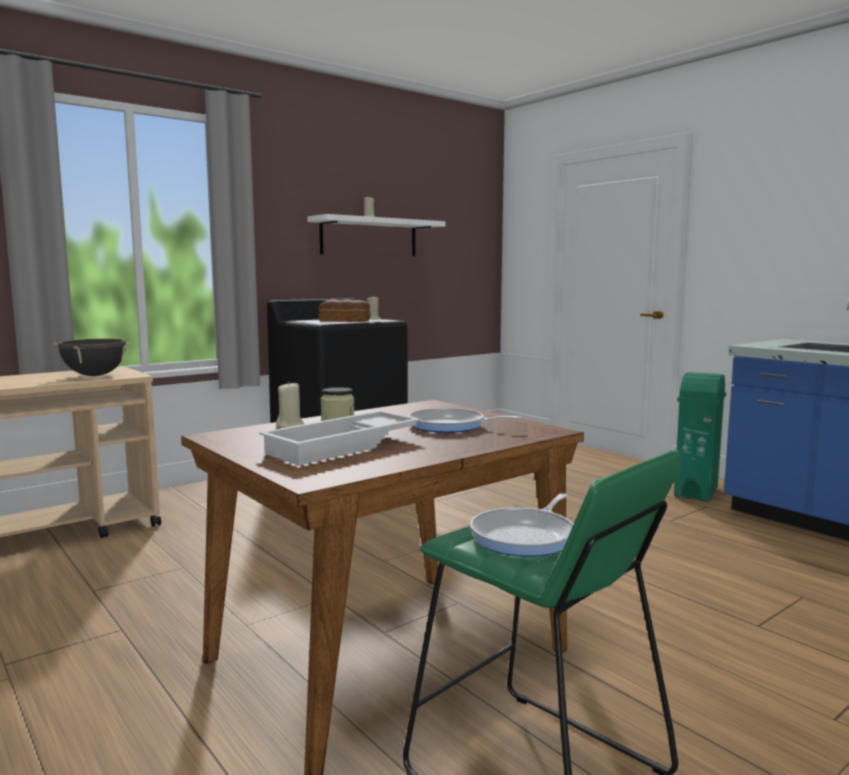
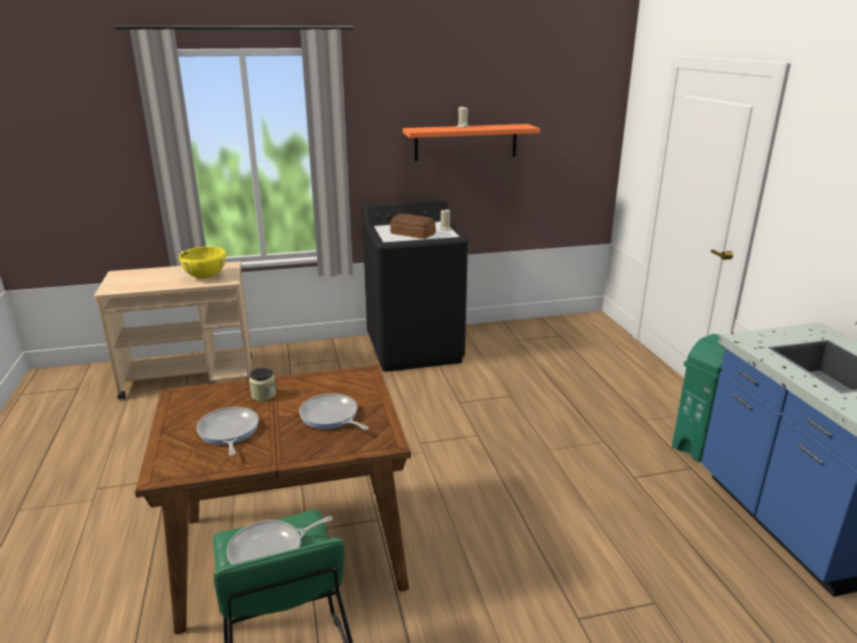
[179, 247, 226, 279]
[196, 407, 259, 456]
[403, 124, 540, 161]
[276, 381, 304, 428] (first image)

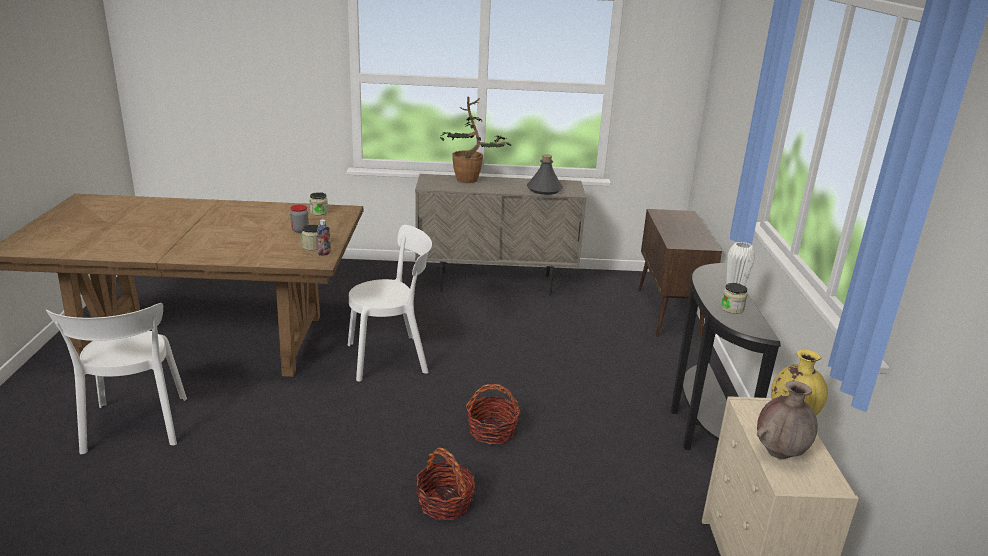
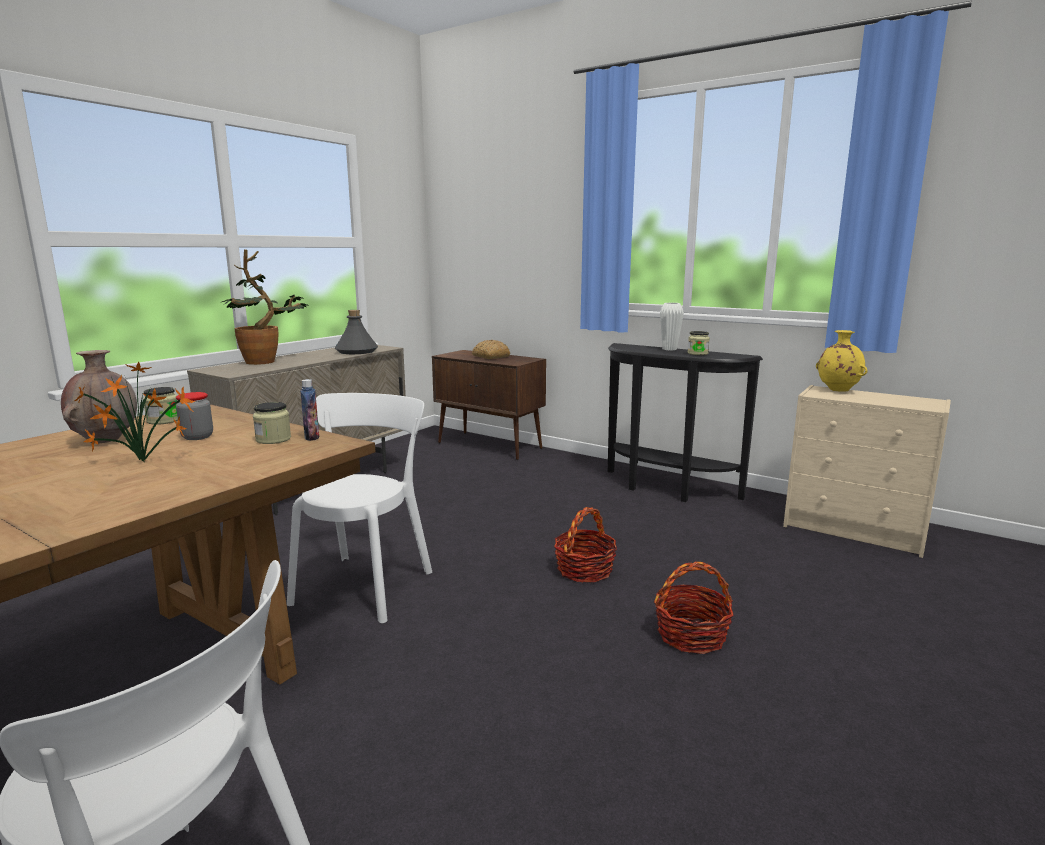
[61, 350, 137, 443]
[74, 362, 195, 462]
[472, 340, 510, 359]

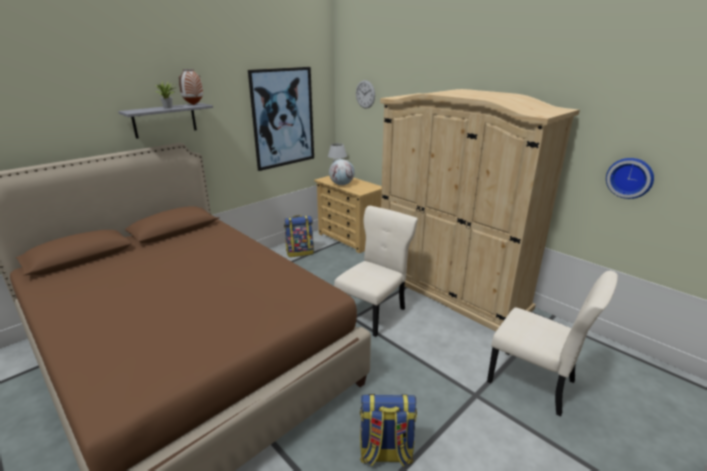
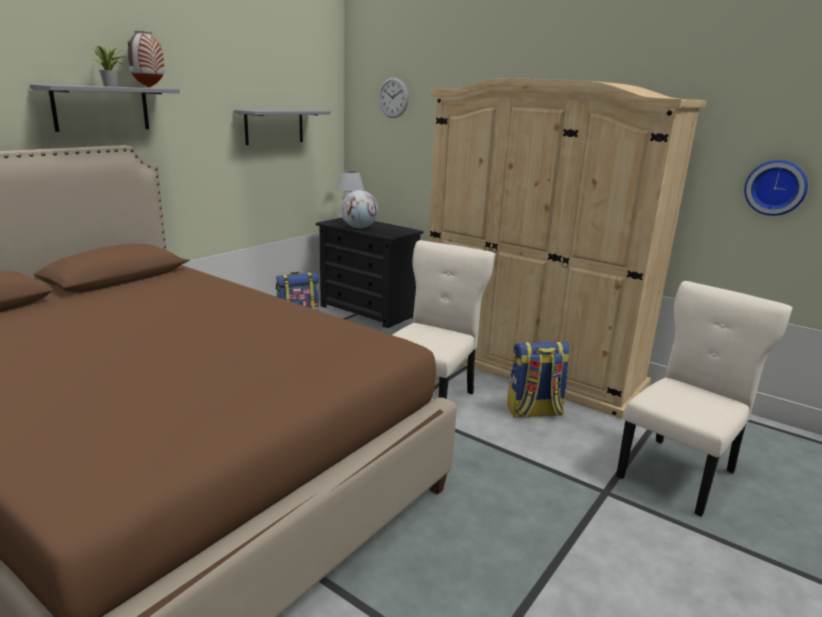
[233, 110, 331, 145]
[316, 217, 424, 328]
[507, 342, 570, 418]
[616, 281, 792, 517]

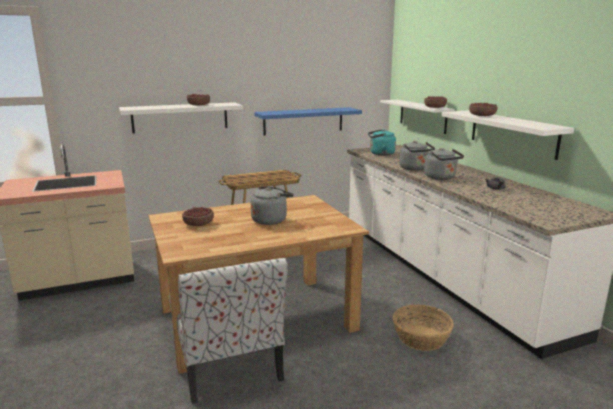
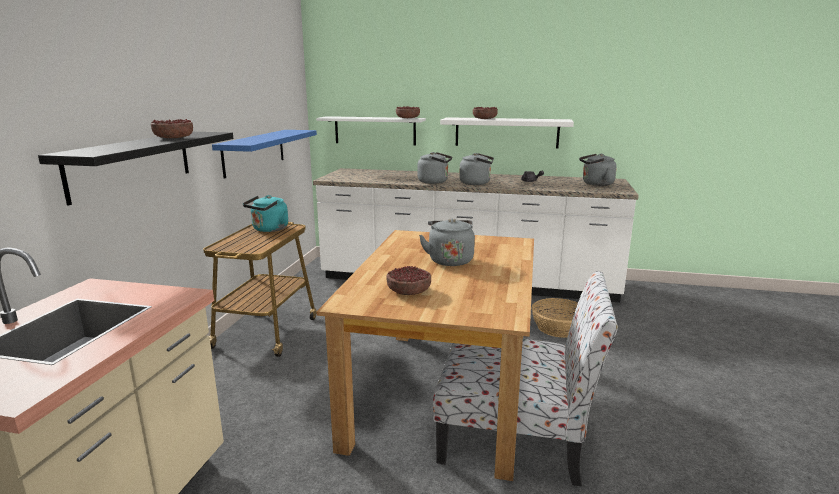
[38, 132, 233, 206]
[243, 195, 288, 232]
[579, 154, 617, 186]

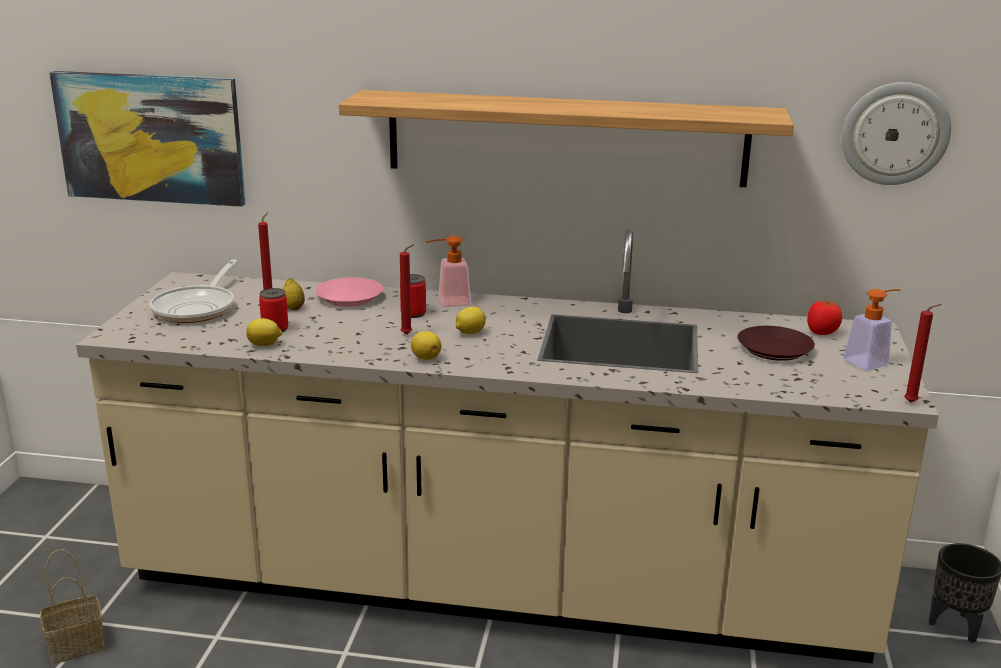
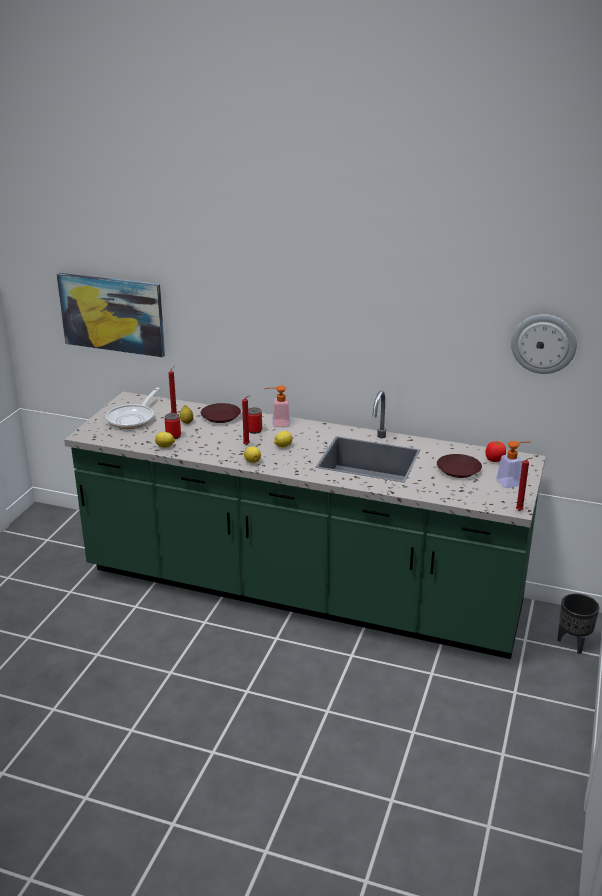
[64, 391, 546, 659]
[201, 403, 241, 423]
[40, 550, 105, 664] (first image)
[339, 90, 794, 187] (first image)

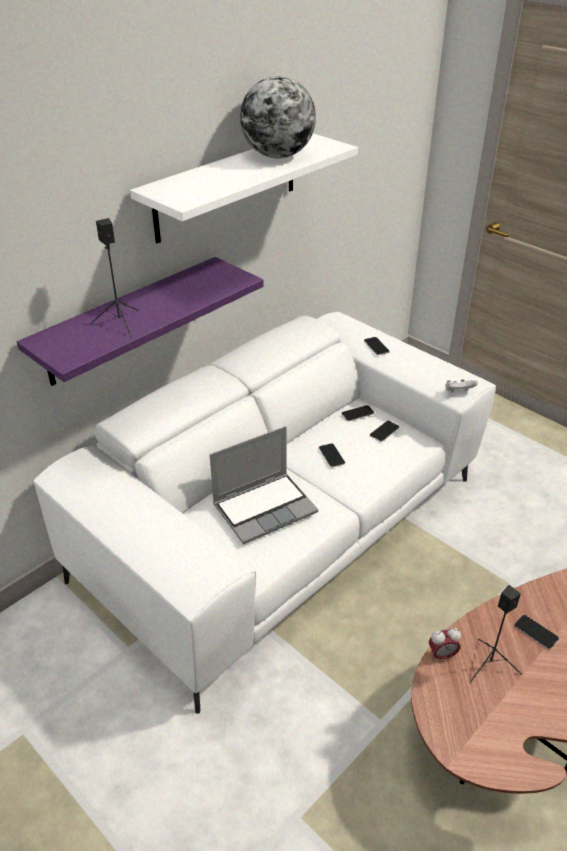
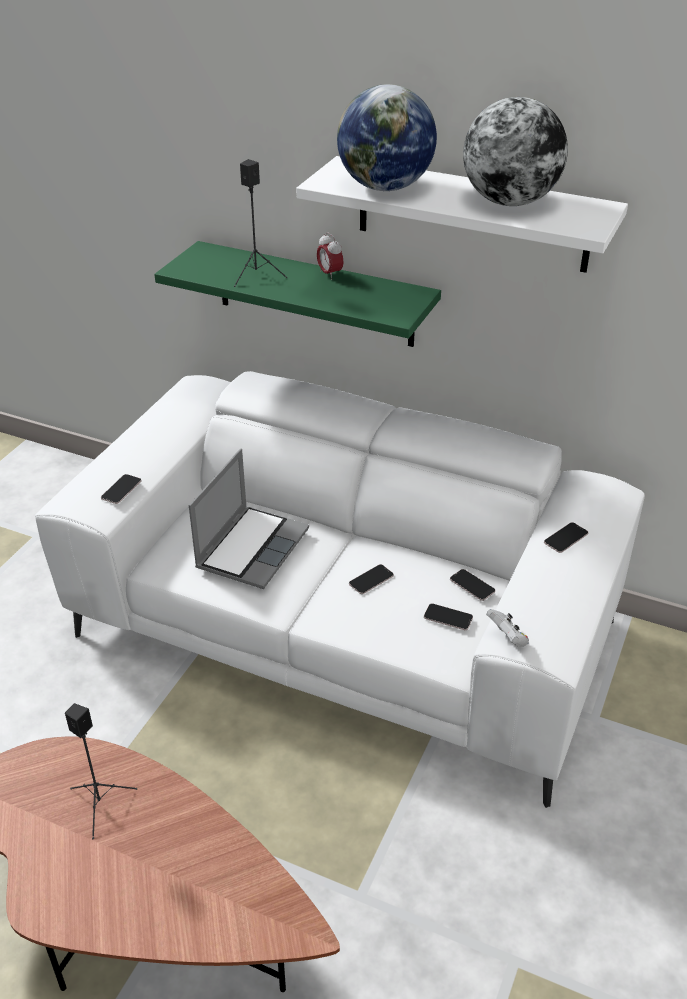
[101, 474, 141, 504]
[154, 241, 441, 347]
[189, 448, 309, 589]
[317, 232, 344, 280]
[337, 84, 437, 191]

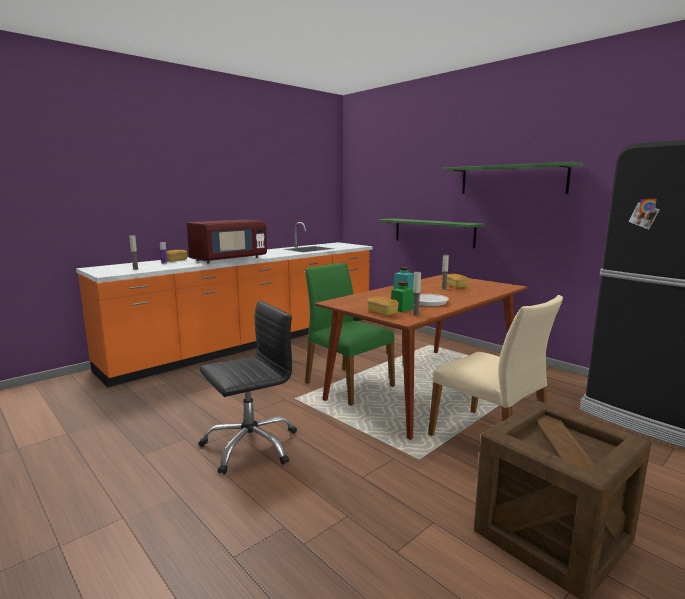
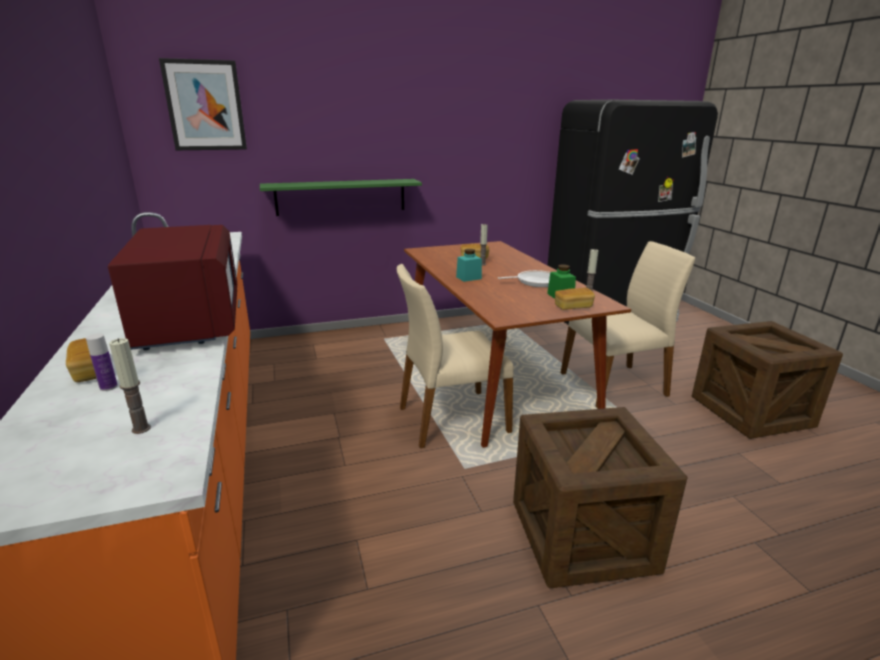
[159, 58, 247, 150]
[397, 264, 514, 448]
[513, 407, 688, 588]
[443, 162, 583, 194] (first image)

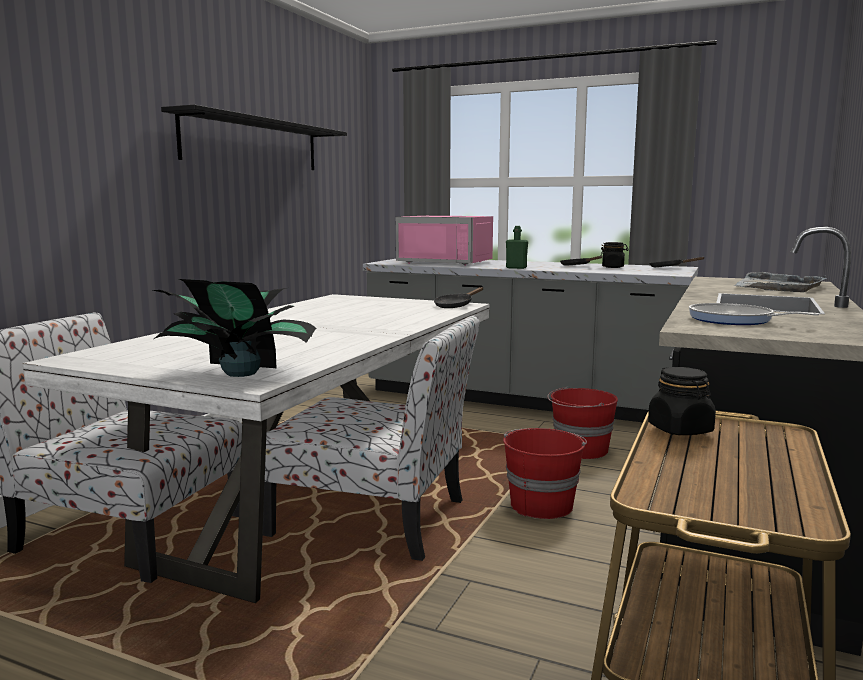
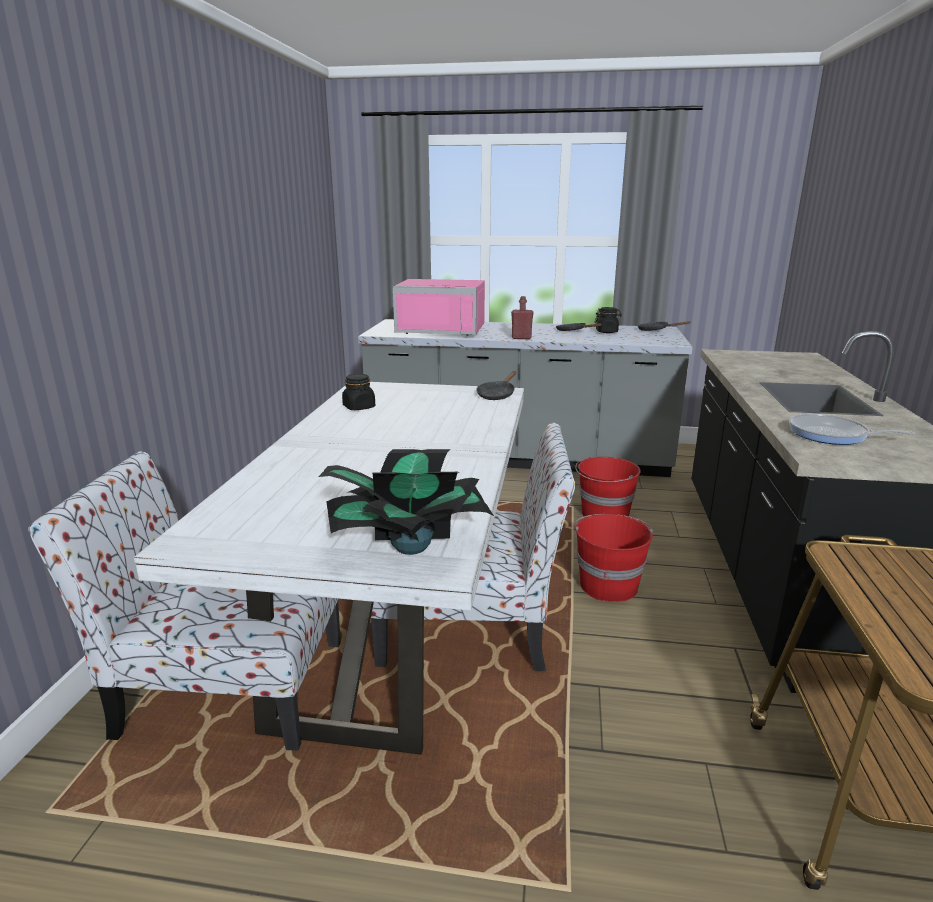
[342, 374, 375, 410]
[511, 296, 534, 339]
[161, 105, 347, 170] (first image)
[735, 272, 827, 292] (first image)

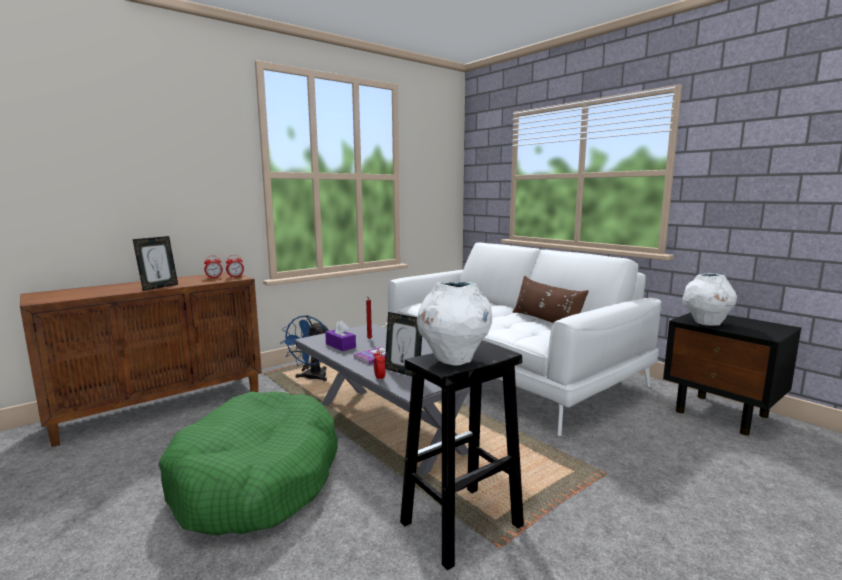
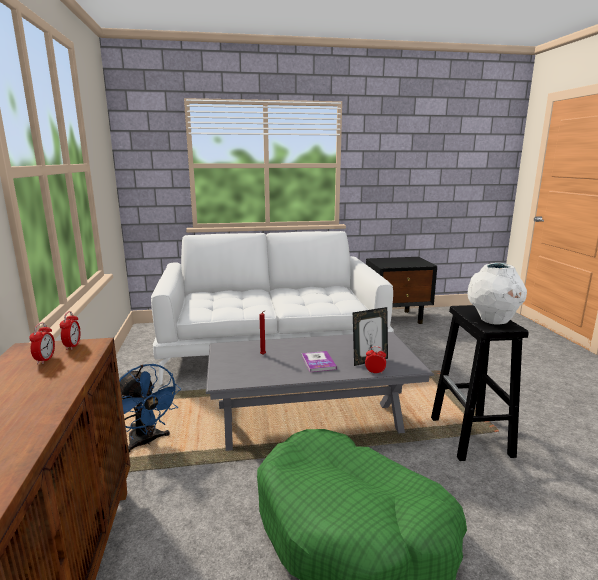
[133, 236, 178, 291] (first image)
[325, 320, 356, 351] (first image)
[513, 276, 589, 323] (first image)
[683, 273, 737, 326] (first image)

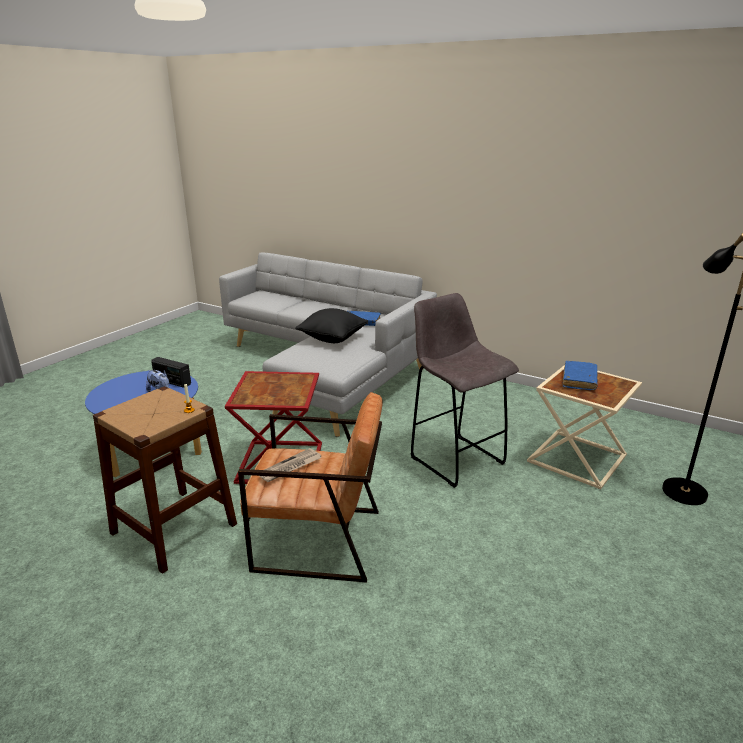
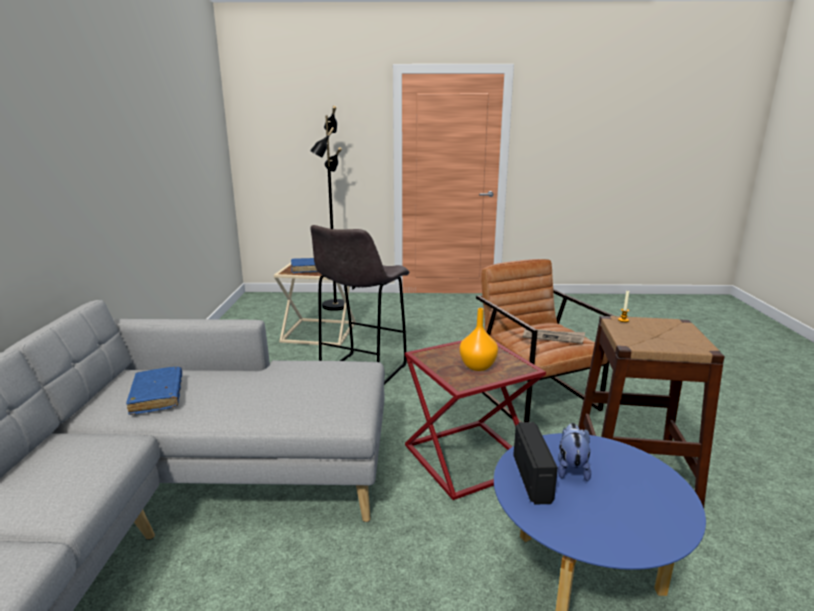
[459, 308, 498, 371]
[295, 308, 368, 343] (first image)

